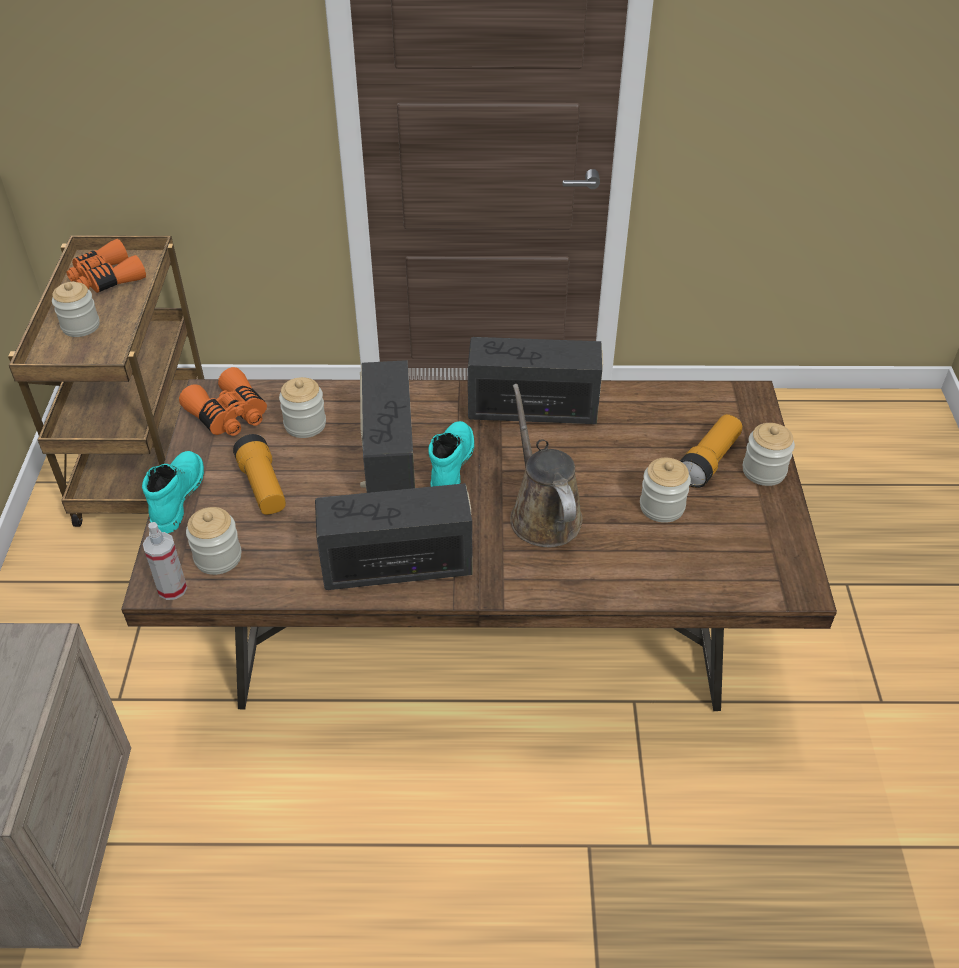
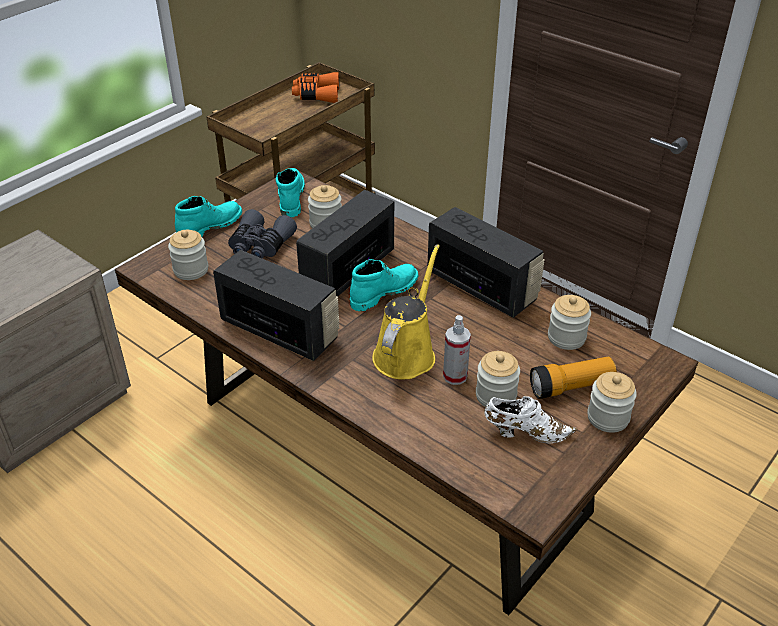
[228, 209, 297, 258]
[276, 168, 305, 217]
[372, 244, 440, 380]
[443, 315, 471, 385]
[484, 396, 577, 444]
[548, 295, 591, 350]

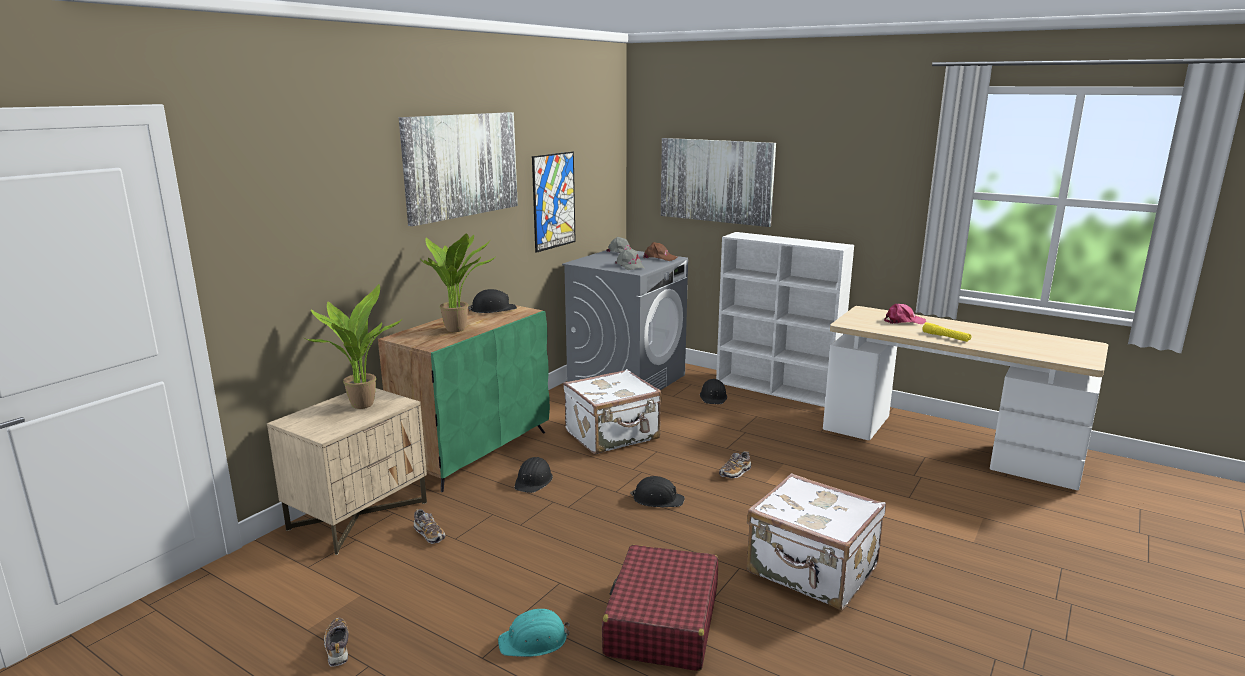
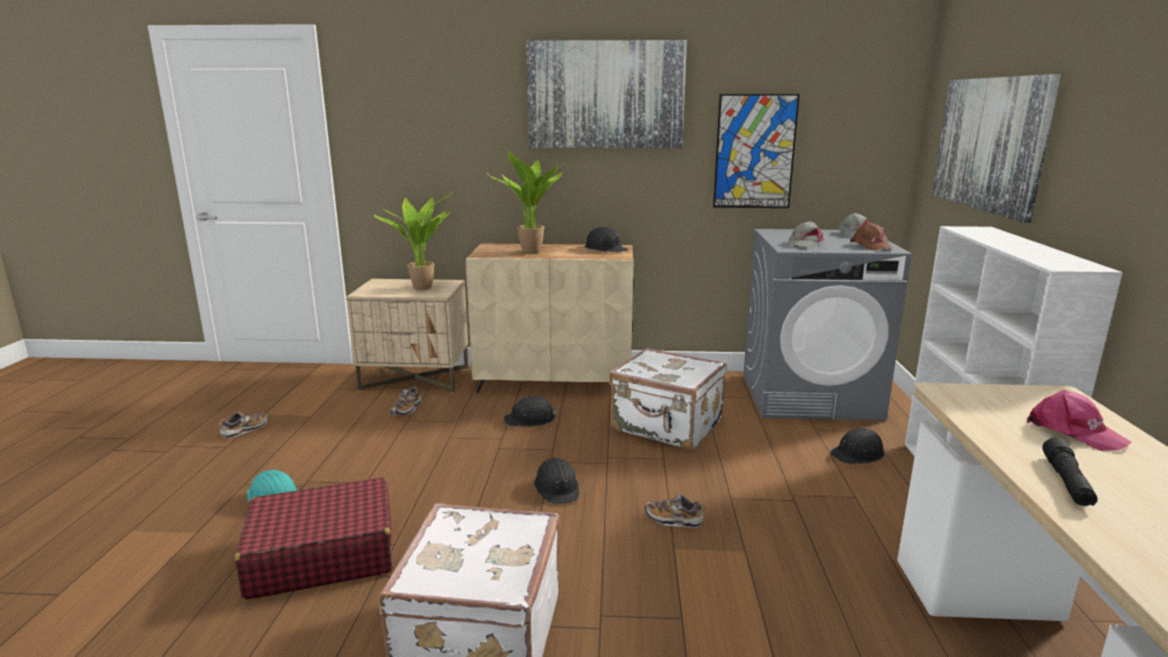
[466, 243, 634, 393]
[1042, 437, 1098, 506]

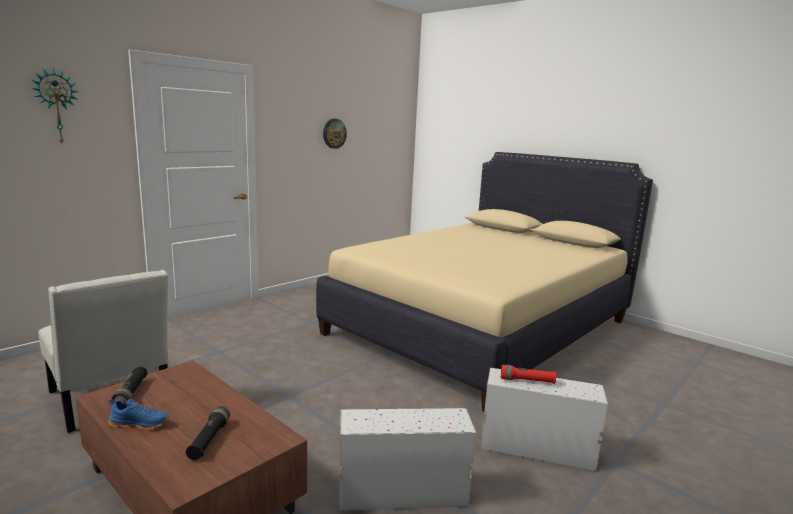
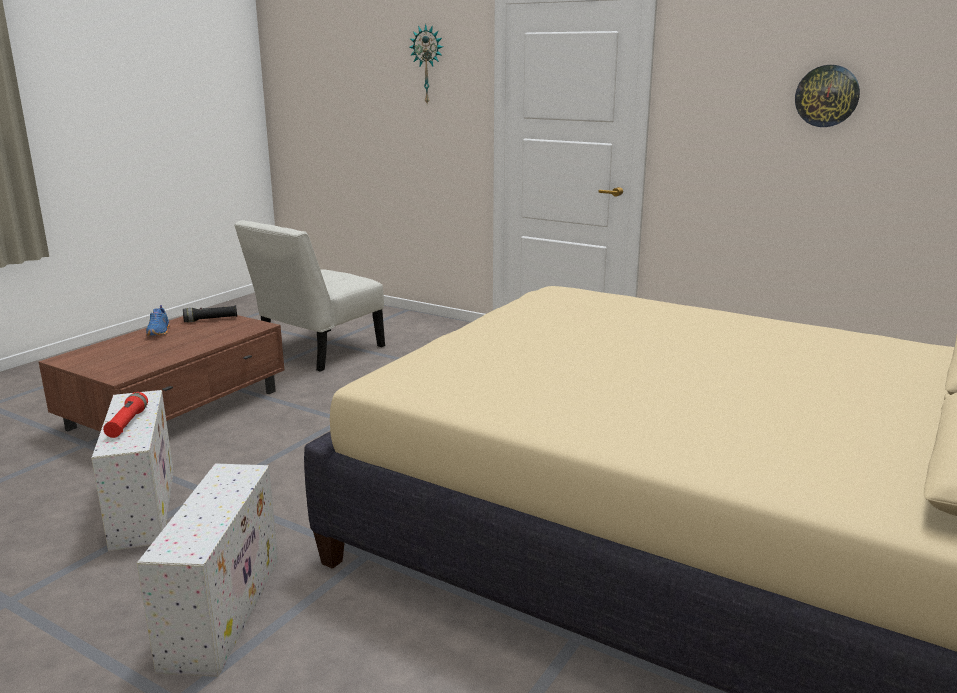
[103, 392, 148, 438]
[186, 406, 230, 460] (first image)

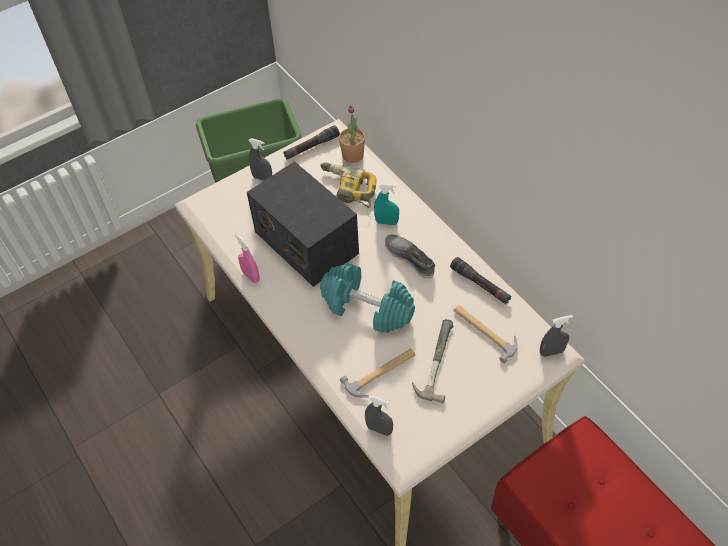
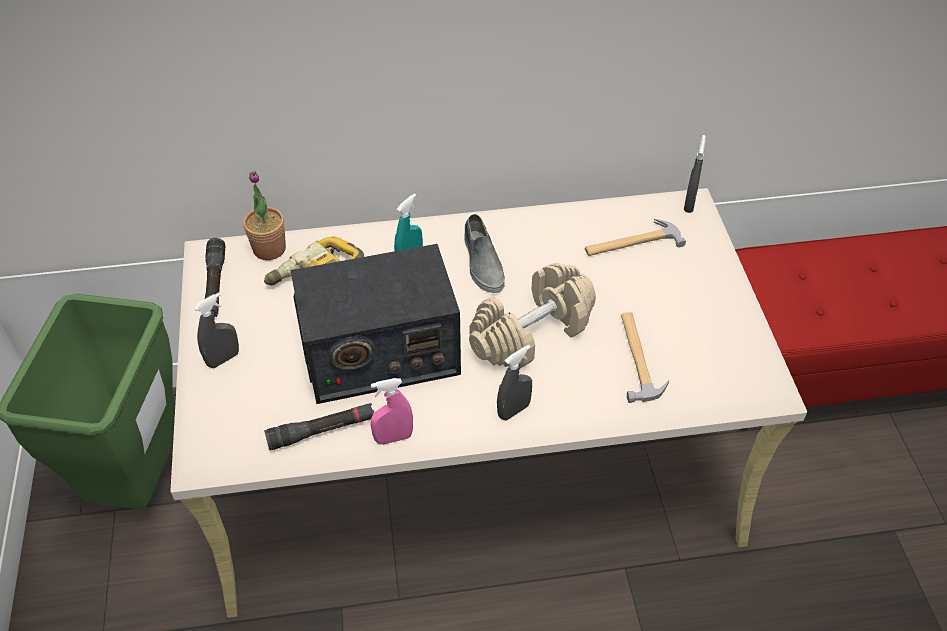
[264, 403, 374, 450]
[464, 214, 505, 293]
[469, 263, 596, 368]
[497, 345, 532, 420]
[412, 319, 454, 403] (first image)

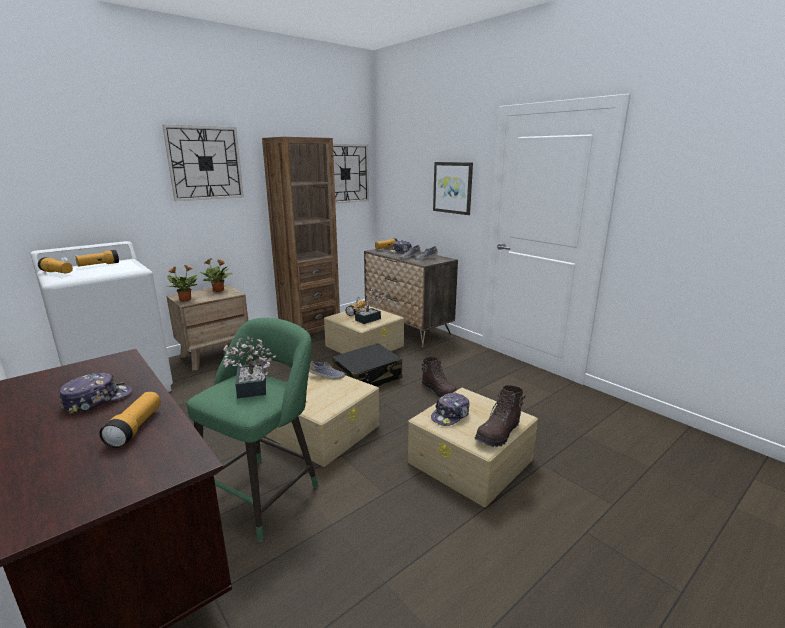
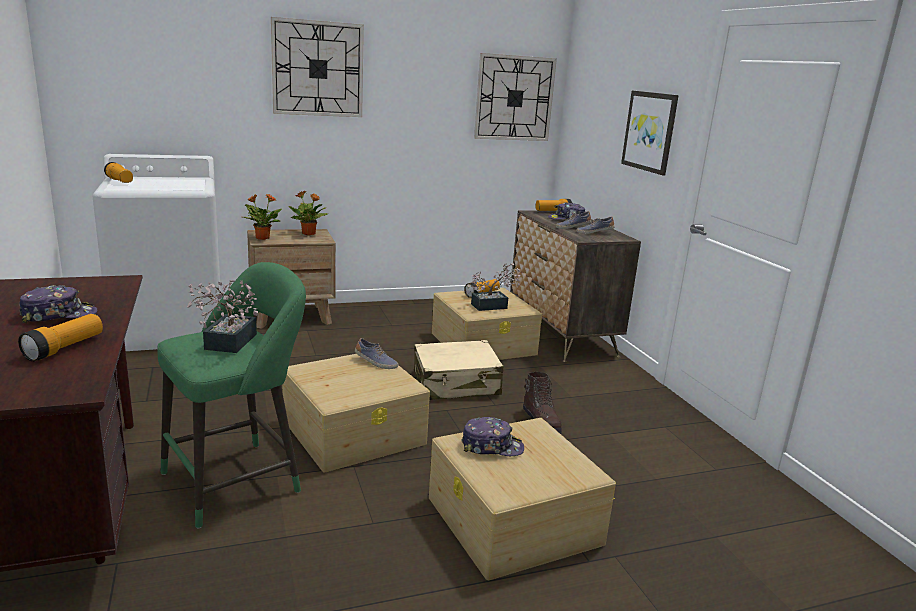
[414, 340, 503, 400]
[461, 417, 524, 456]
[75, 250, 119, 266] (first image)
[262, 137, 340, 334] (first image)
[475, 385, 525, 447] (first image)

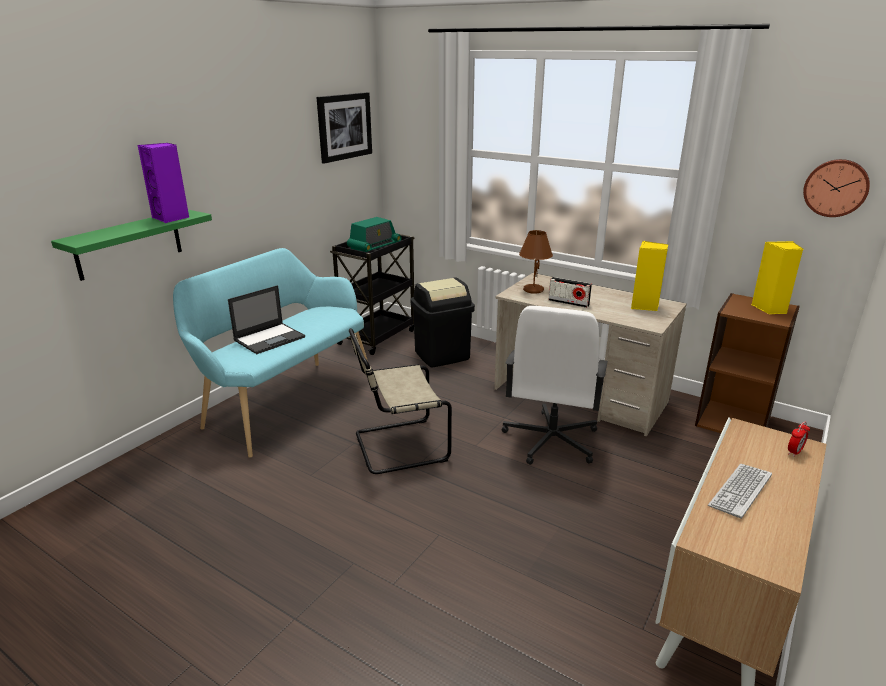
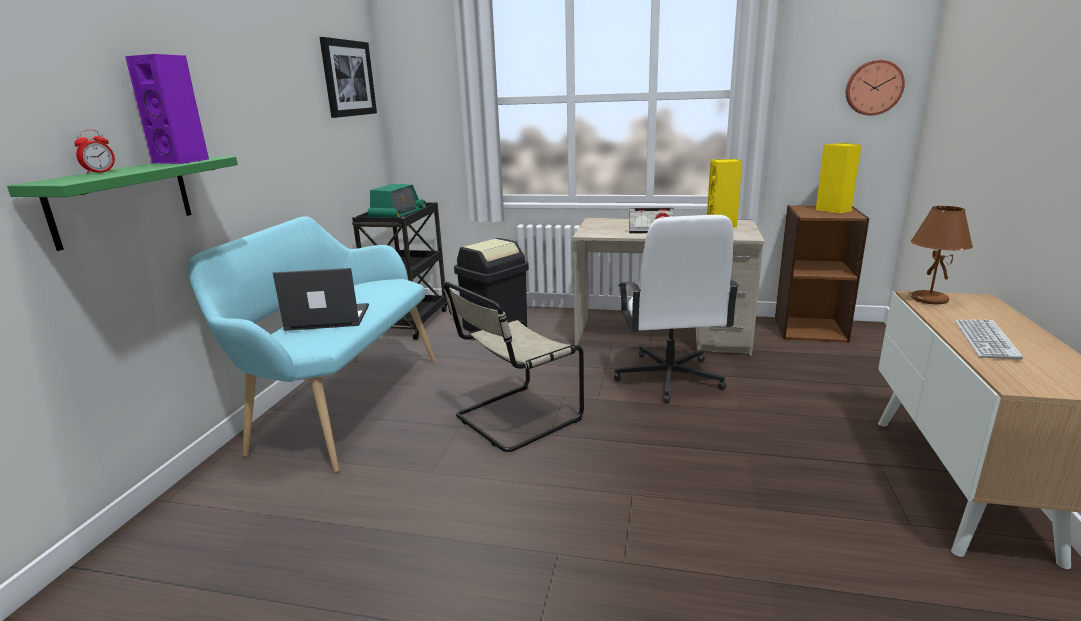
[74, 129, 115, 174]
[273, 268, 369, 331]
[911, 206, 973, 304]

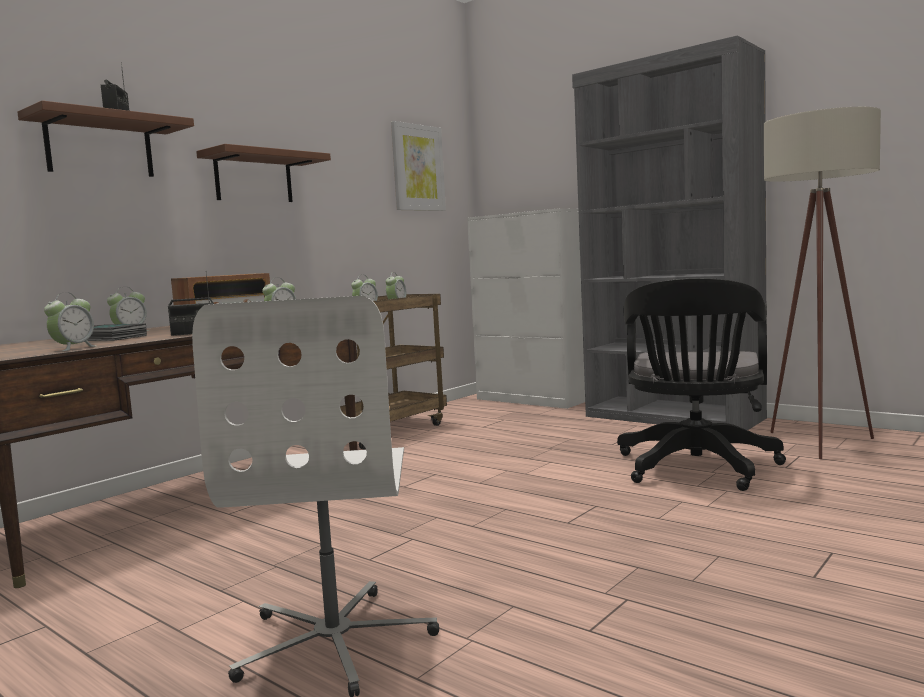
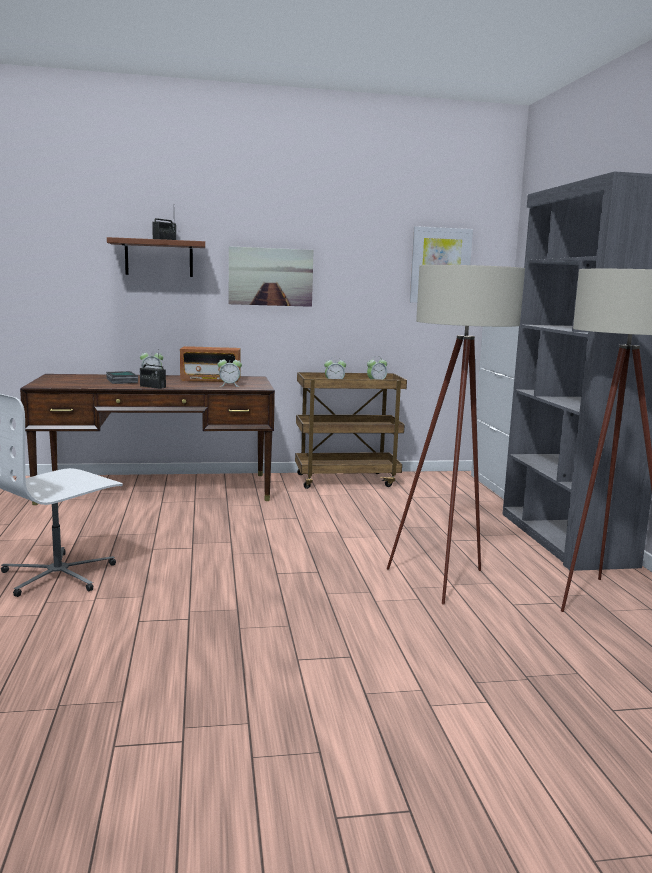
[229, 246, 314, 307]
[387, 265, 525, 605]
[44, 292, 95, 351] (first image)

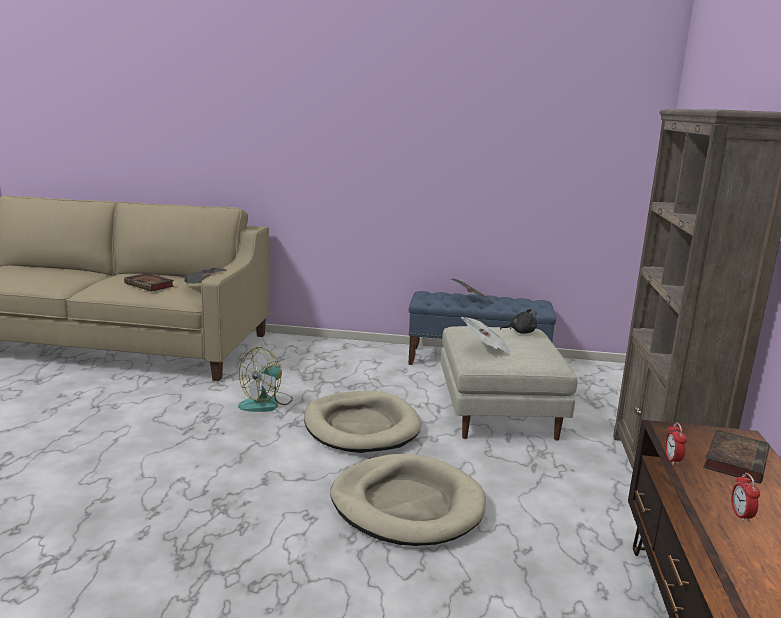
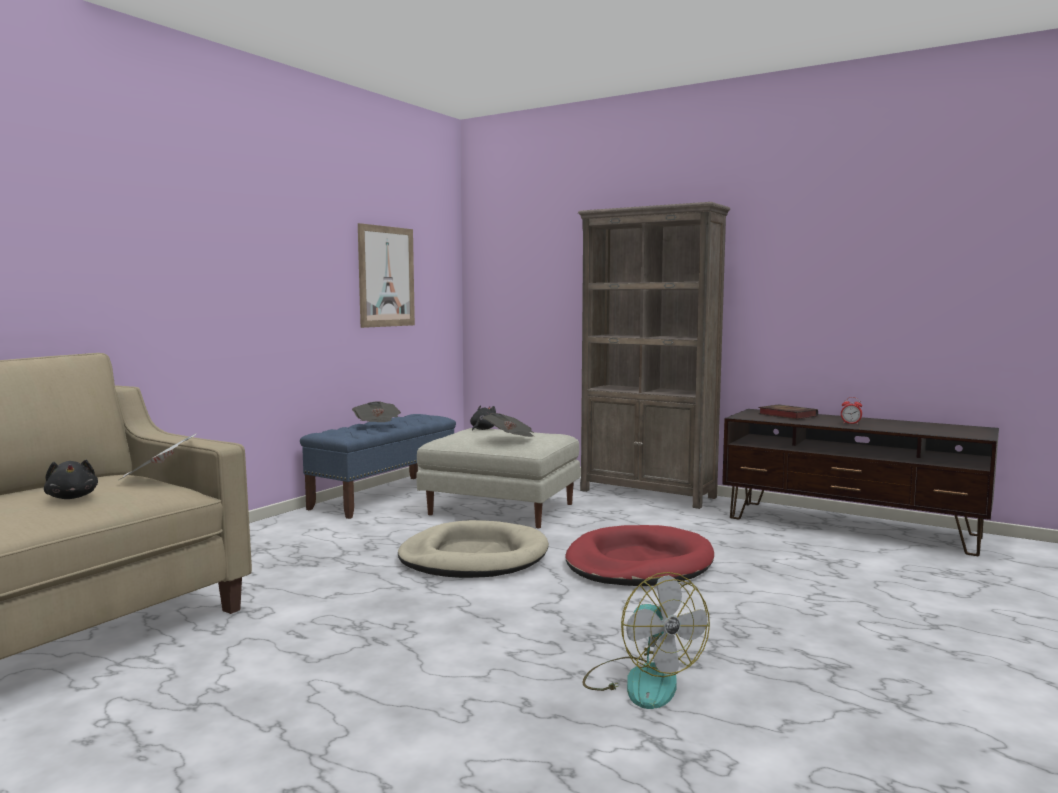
[44, 460, 98, 499]
[358, 223, 415, 328]
[565, 525, 714, 586]
[582, 572, 710, 709]
[665, 422, 687, 465] (first image)

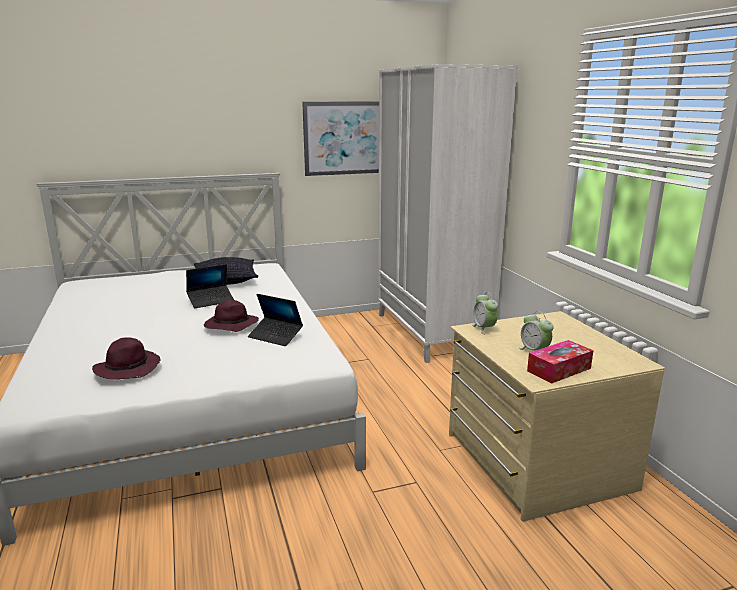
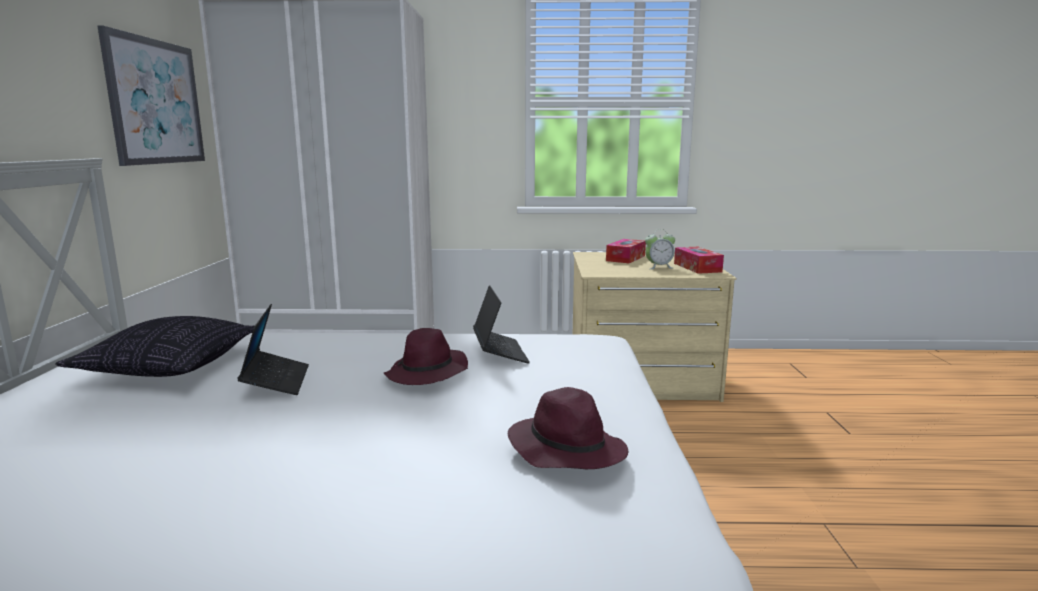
[473, 285, 530, 363]
[606, 239, 646, 263]
[472, 292, 498, 335] (first image)

